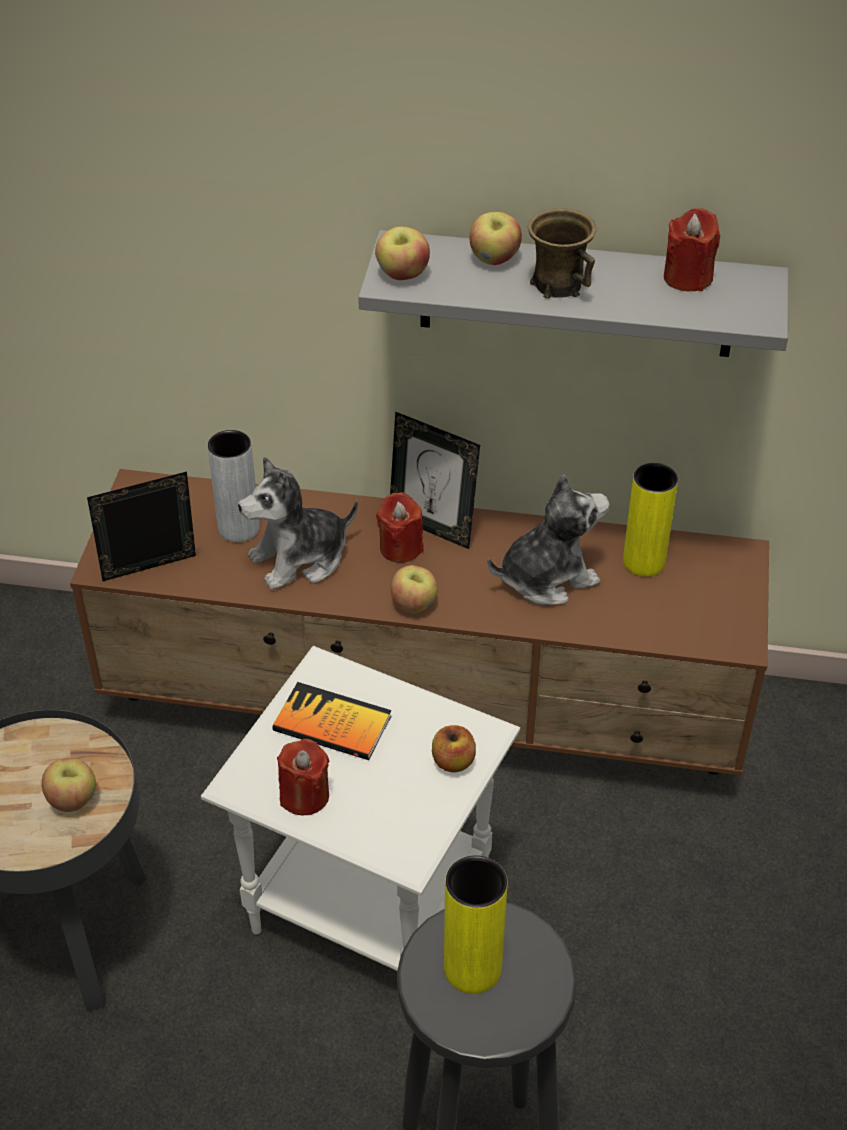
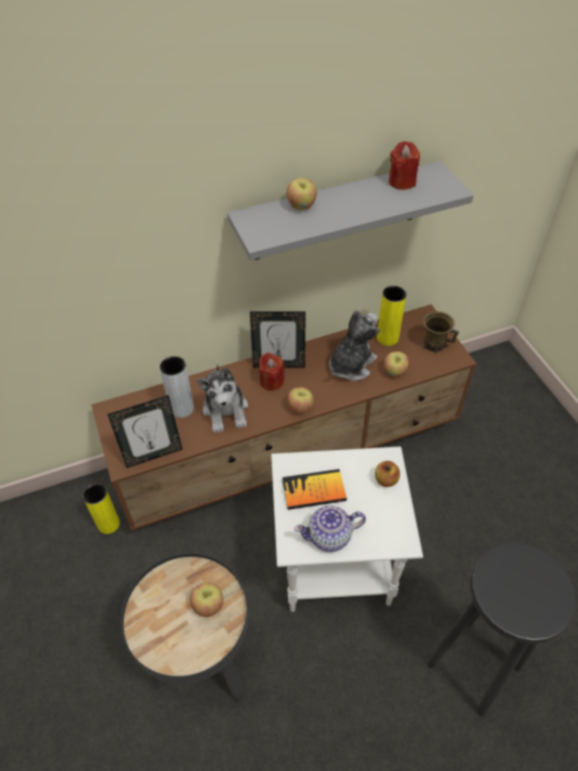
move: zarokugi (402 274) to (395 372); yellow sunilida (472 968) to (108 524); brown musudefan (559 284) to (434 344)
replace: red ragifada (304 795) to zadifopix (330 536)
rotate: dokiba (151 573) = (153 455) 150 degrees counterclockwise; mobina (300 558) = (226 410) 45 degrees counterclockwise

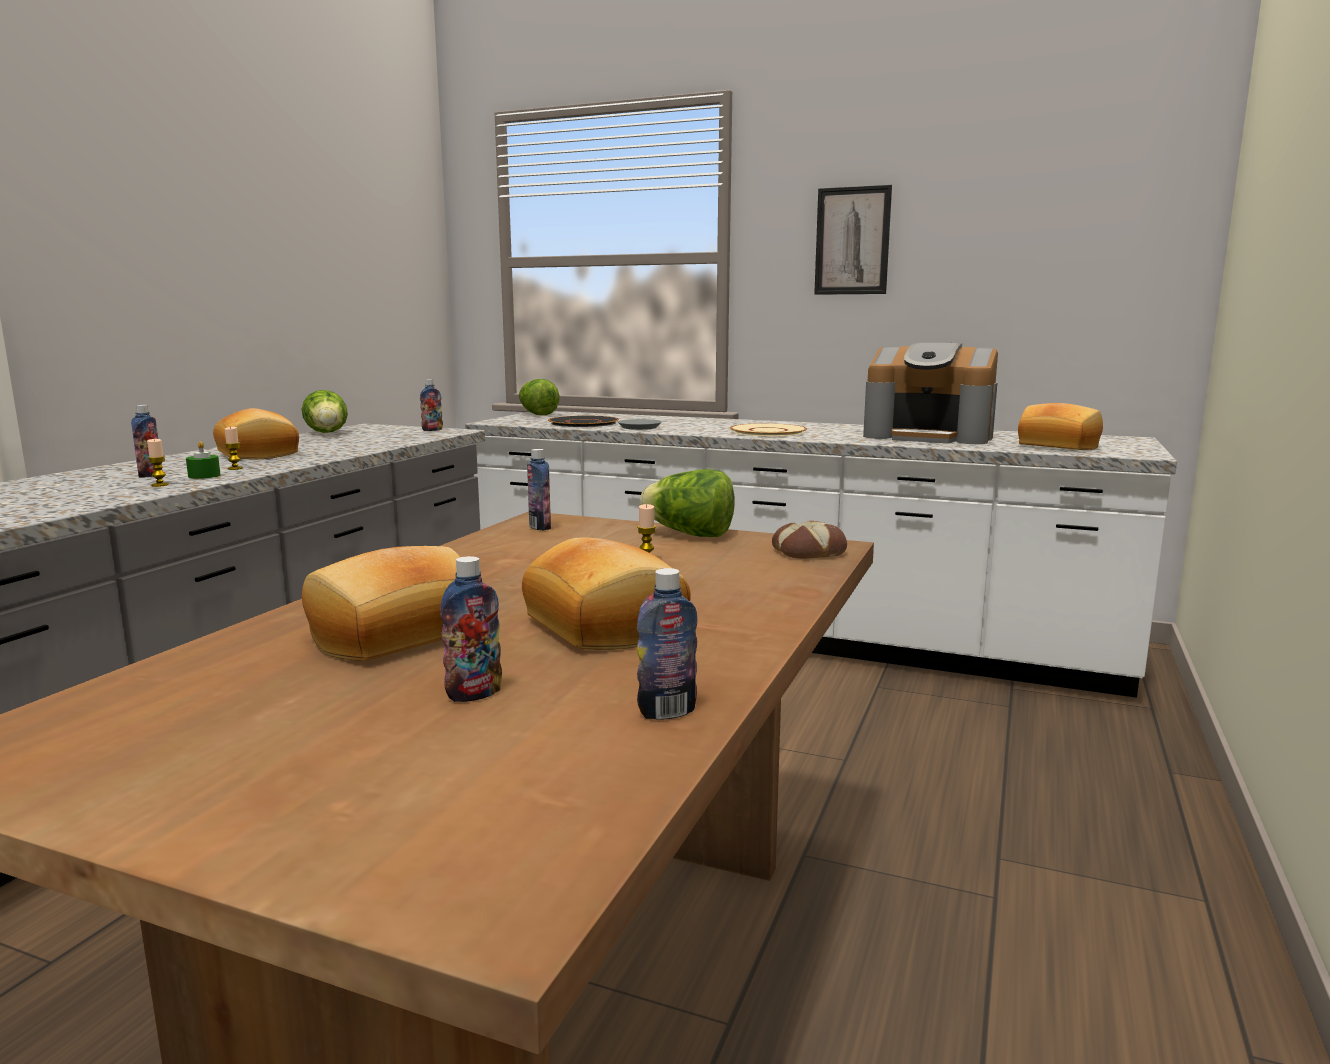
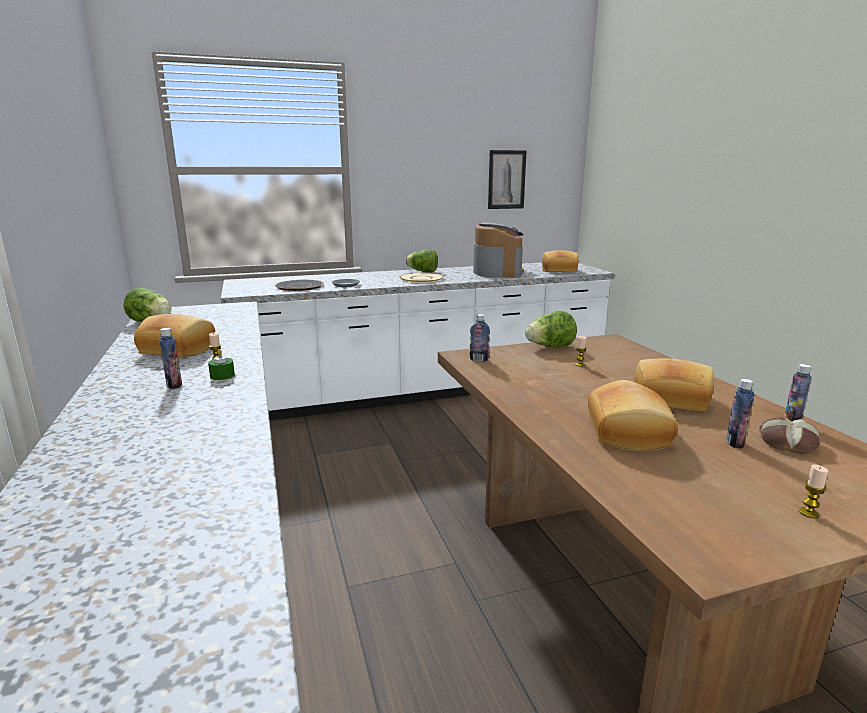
delete: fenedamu (432 430)
move: ragifada (160 485) to (808 513); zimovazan (537 414) to (423 272); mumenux (808 551) to (787 442); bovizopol (852 241) to (506 179)
rotate: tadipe (929 436) = (497 272) 75 degrees counterclockwise

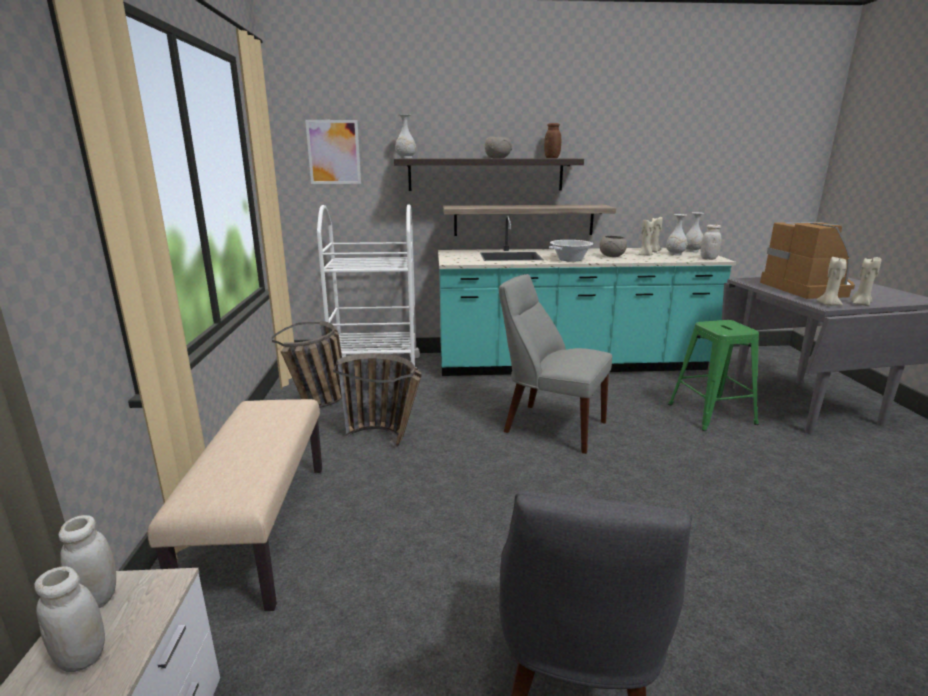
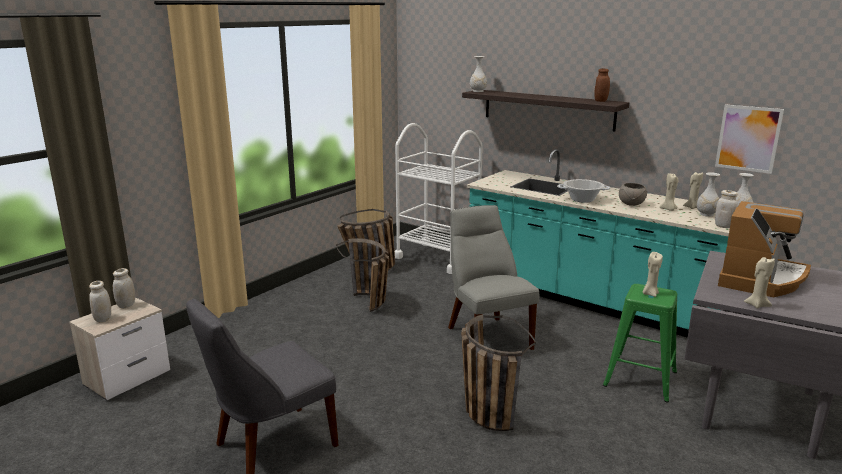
delete: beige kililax (260 529); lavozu (524 220); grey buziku (498 158)
insert: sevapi (484 408)
move: bovizopol (334 152) to (748 138); beige ragifada (828 304) to (650 294)

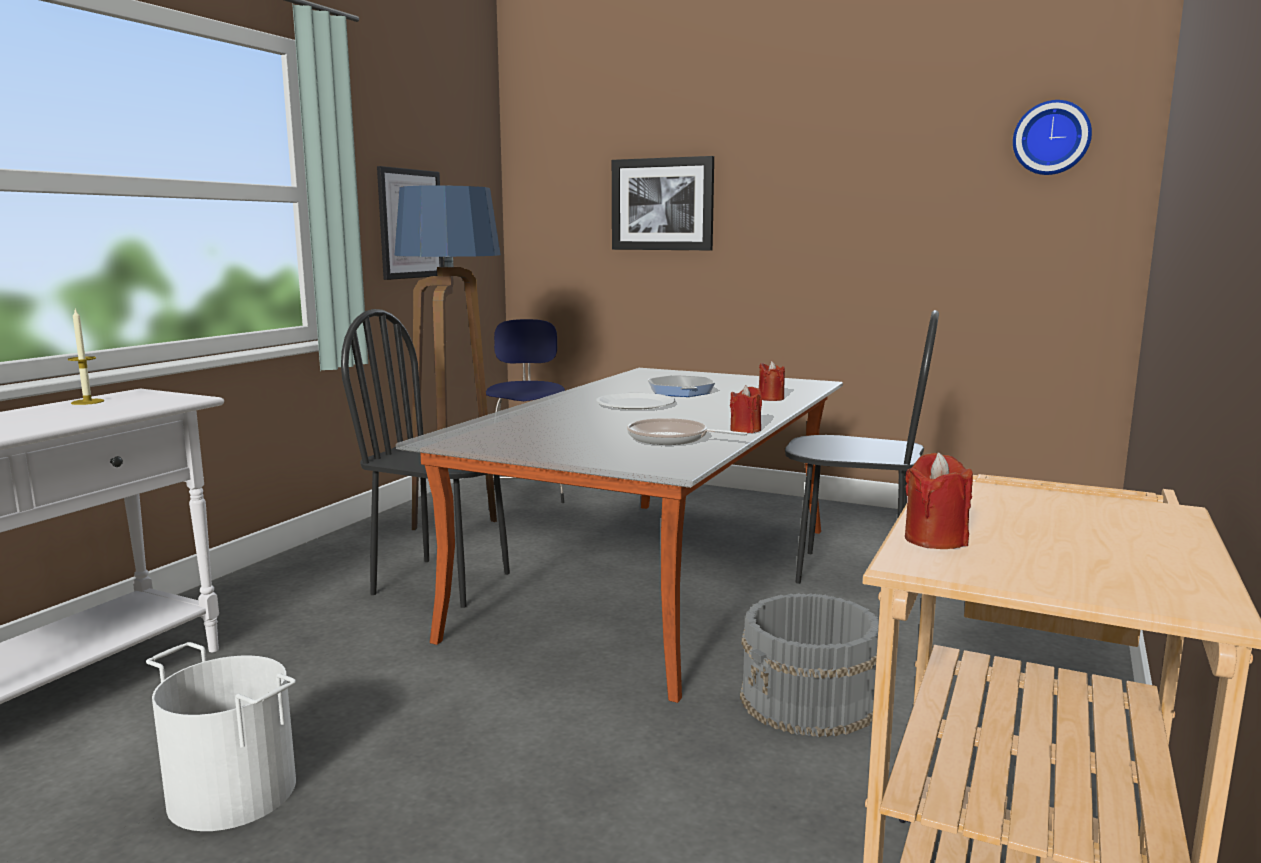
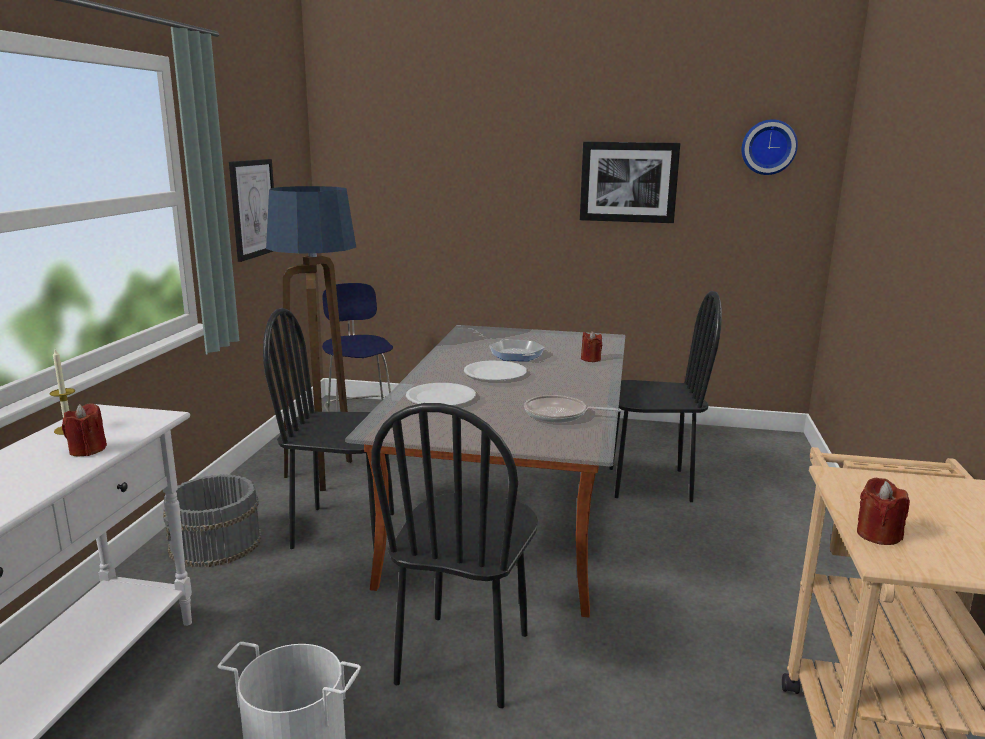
insert: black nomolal (465 658); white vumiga (441 397)
move: bovizopol (662 204) to (628 182); red ragifada (745 430) to (87 450); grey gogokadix (809 700) to (216 543)

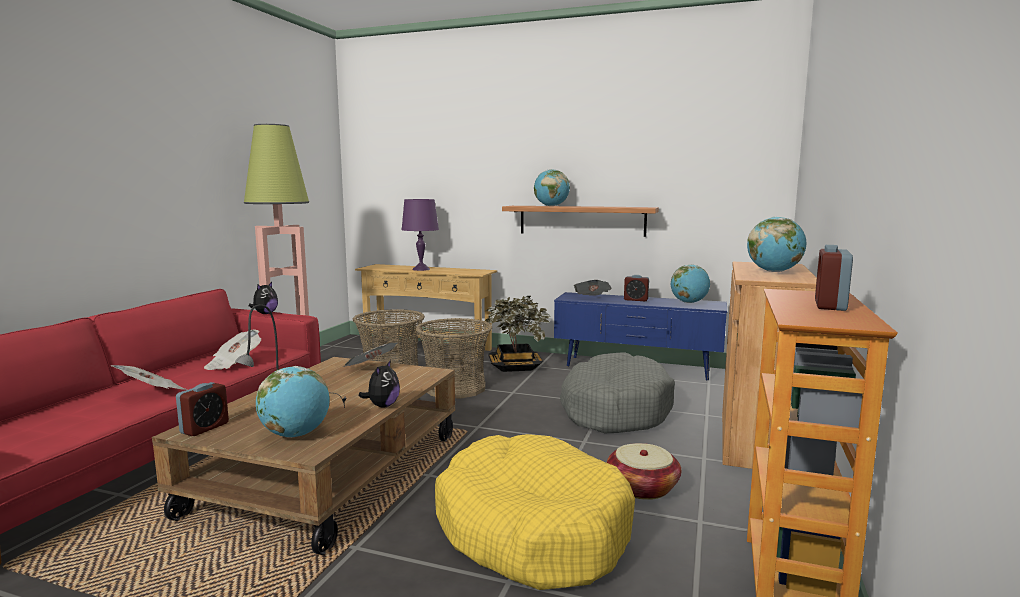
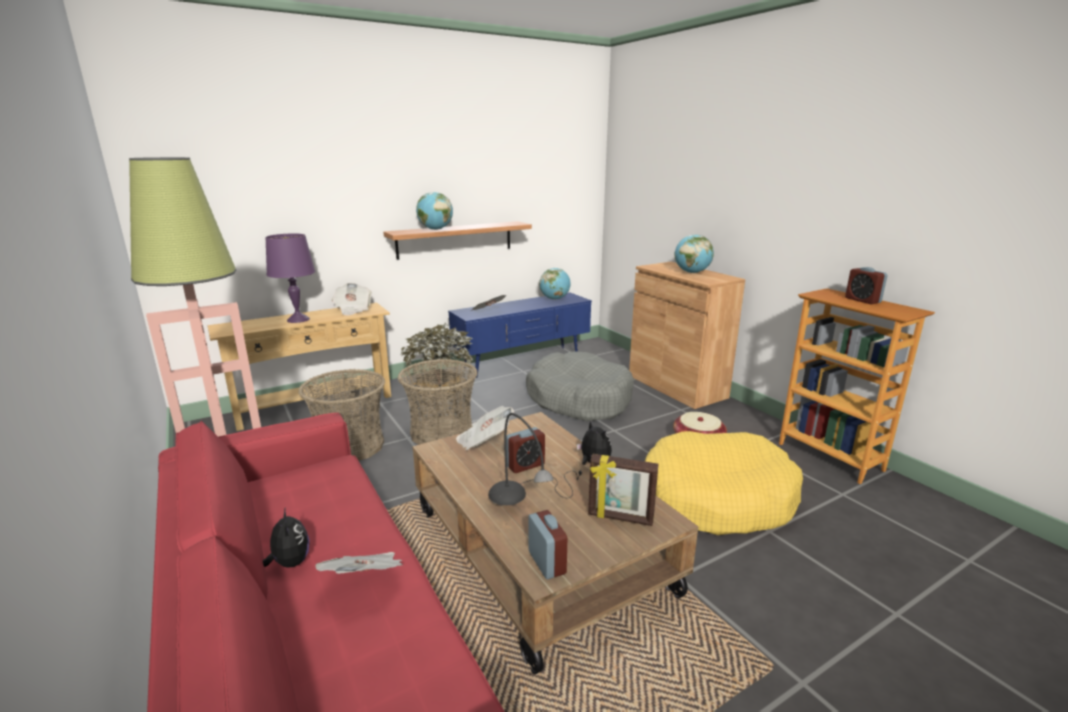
move: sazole (234 364) to (353 309); mobina (265 313) to (290 563); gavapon (636 300) to (525 465)
replace: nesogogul (296 435) to dokiba (620 518)

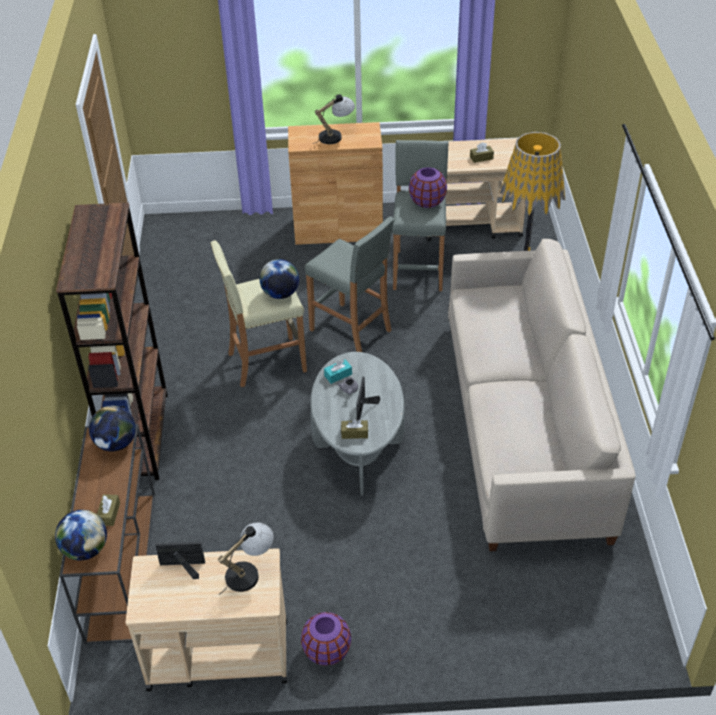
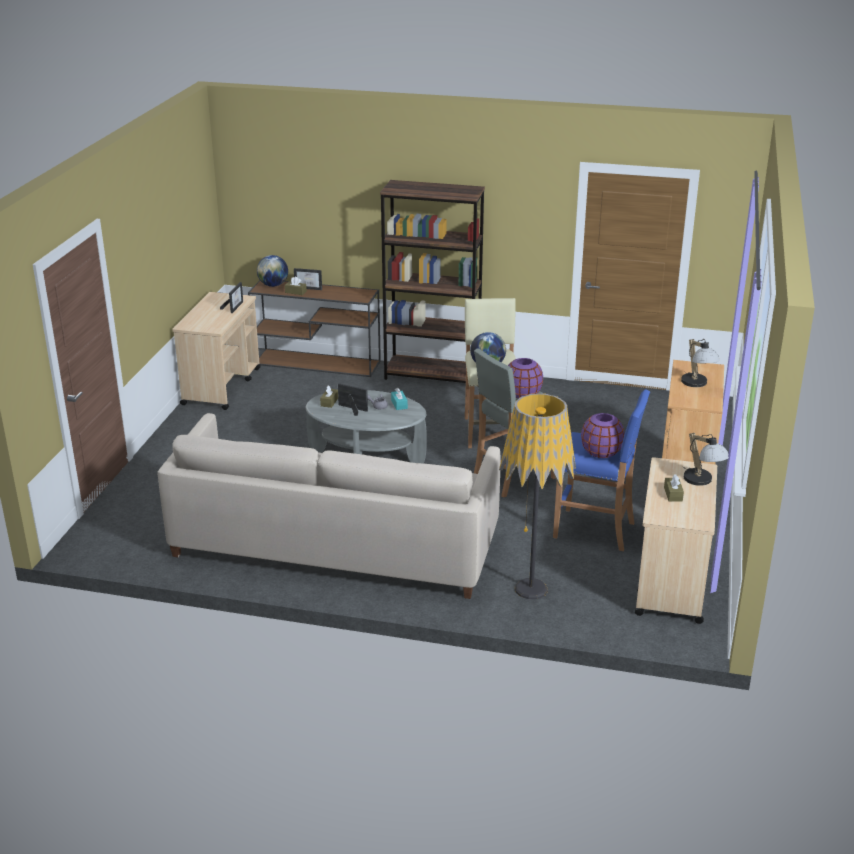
delete: nesogogul (116 443)
insert: dokiba (309 287)
move: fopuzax (249 572) to (702 482); purple sunilida (327 651) to (522 395)
recolor: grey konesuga (418 269) to blue konesuga (595 530)

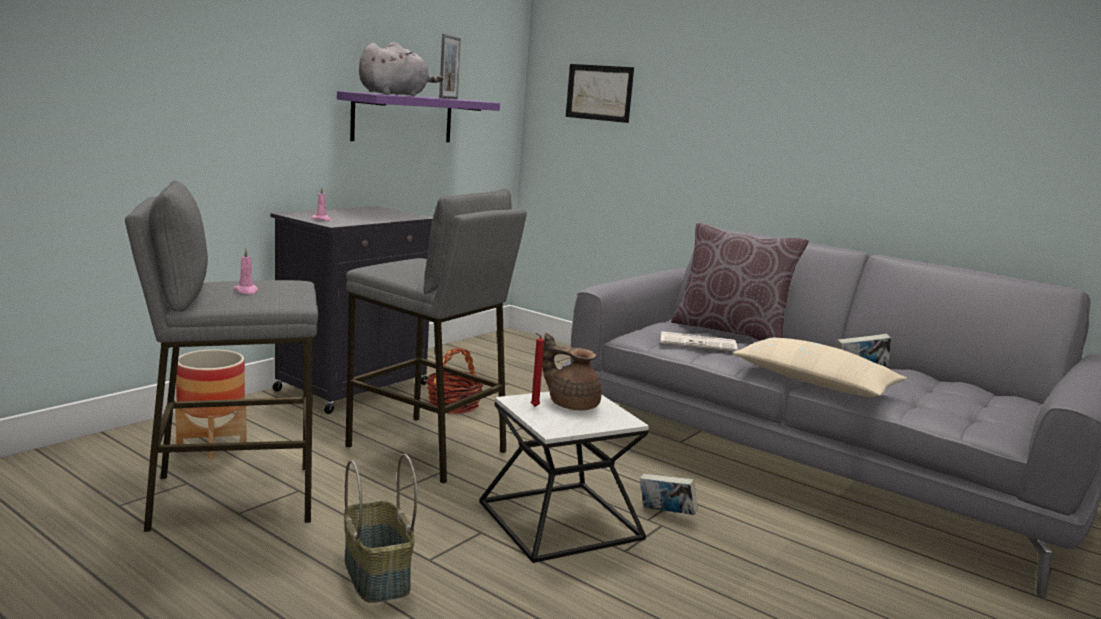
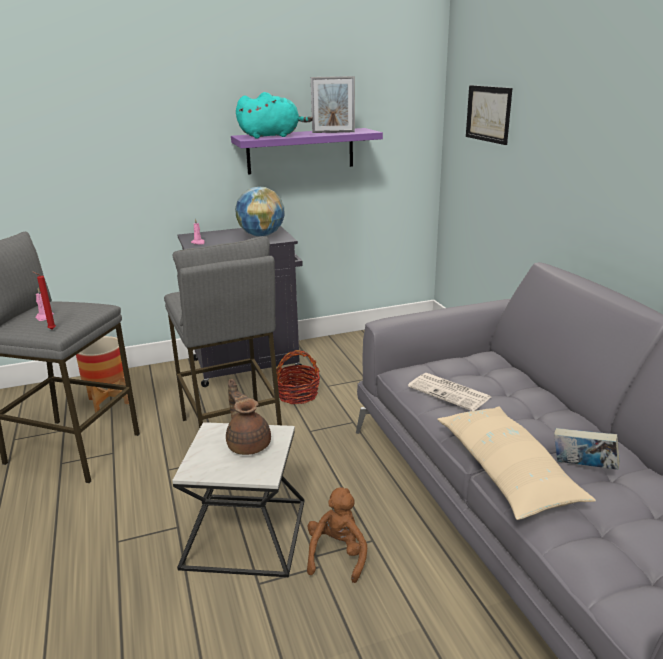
delete: sevapi (375 575); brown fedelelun (730 331)
insert: nesogogul (261 235)
move: red ragifada (533 407) to (50 329)
replace: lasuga (665 514) to brown mobina (337 555)
recolor: grey mobina (395 95) to turquoise mobina (272 136)
rotate: dokiba (448 98) = (333 132) 45 degrees clockwise

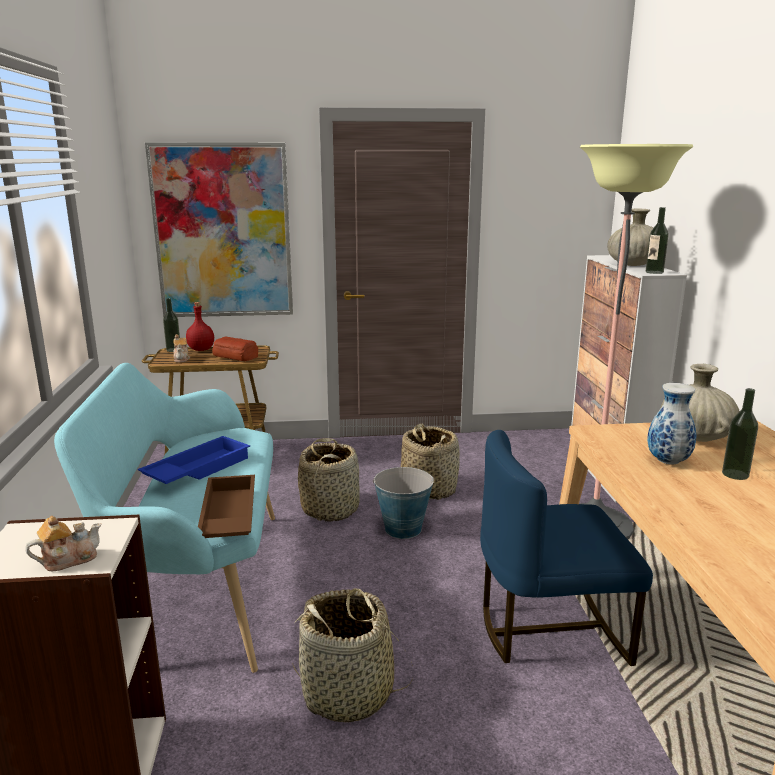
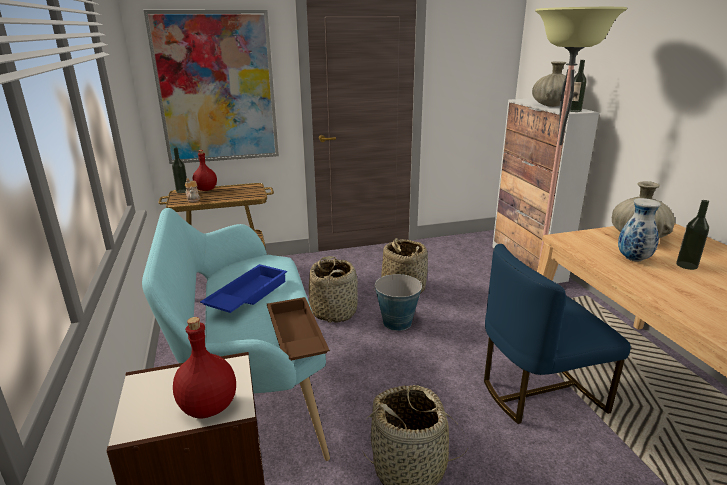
delete: mumenux (235 356)
replace: zadifopix (68 559) to red fenedamu (207 407)

